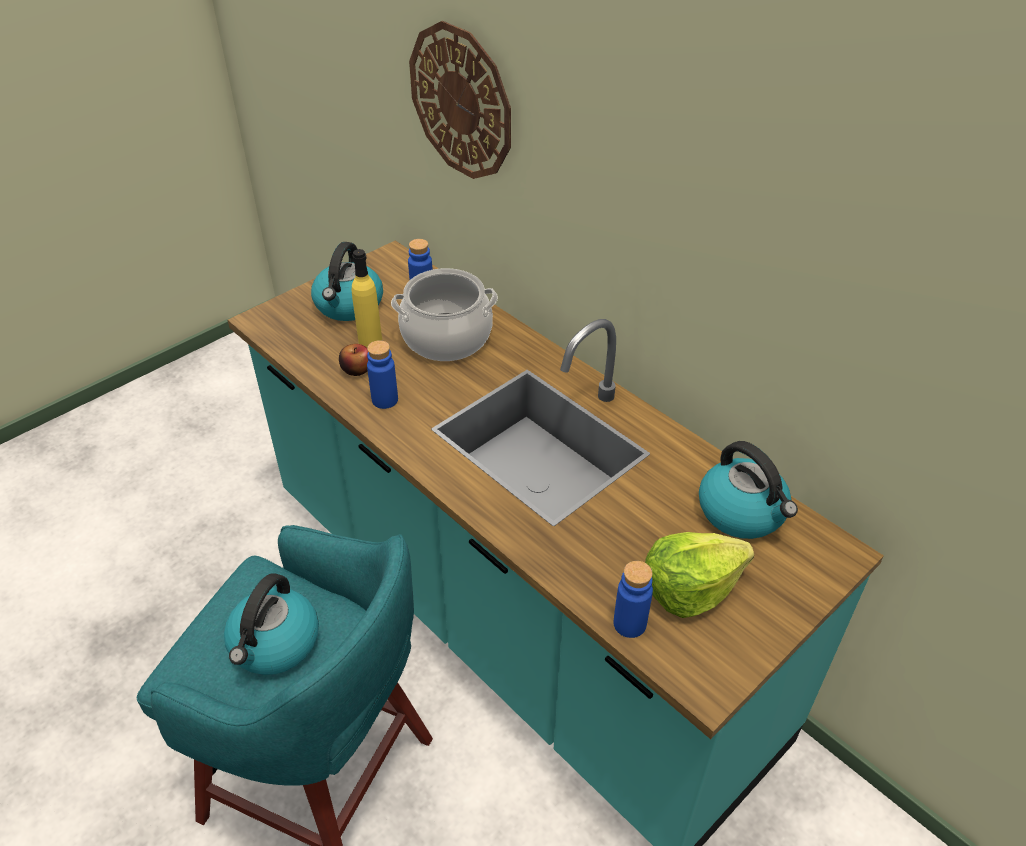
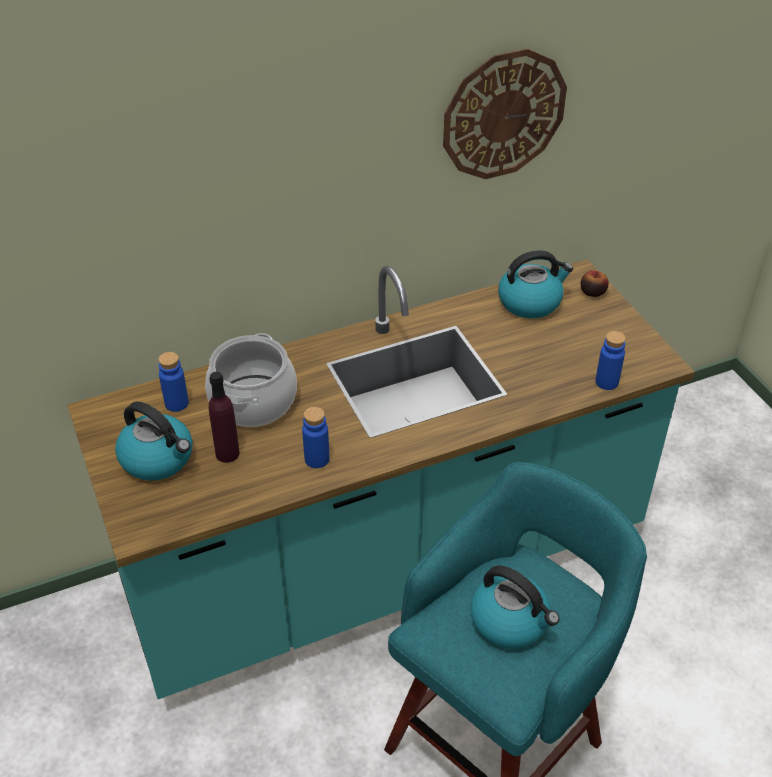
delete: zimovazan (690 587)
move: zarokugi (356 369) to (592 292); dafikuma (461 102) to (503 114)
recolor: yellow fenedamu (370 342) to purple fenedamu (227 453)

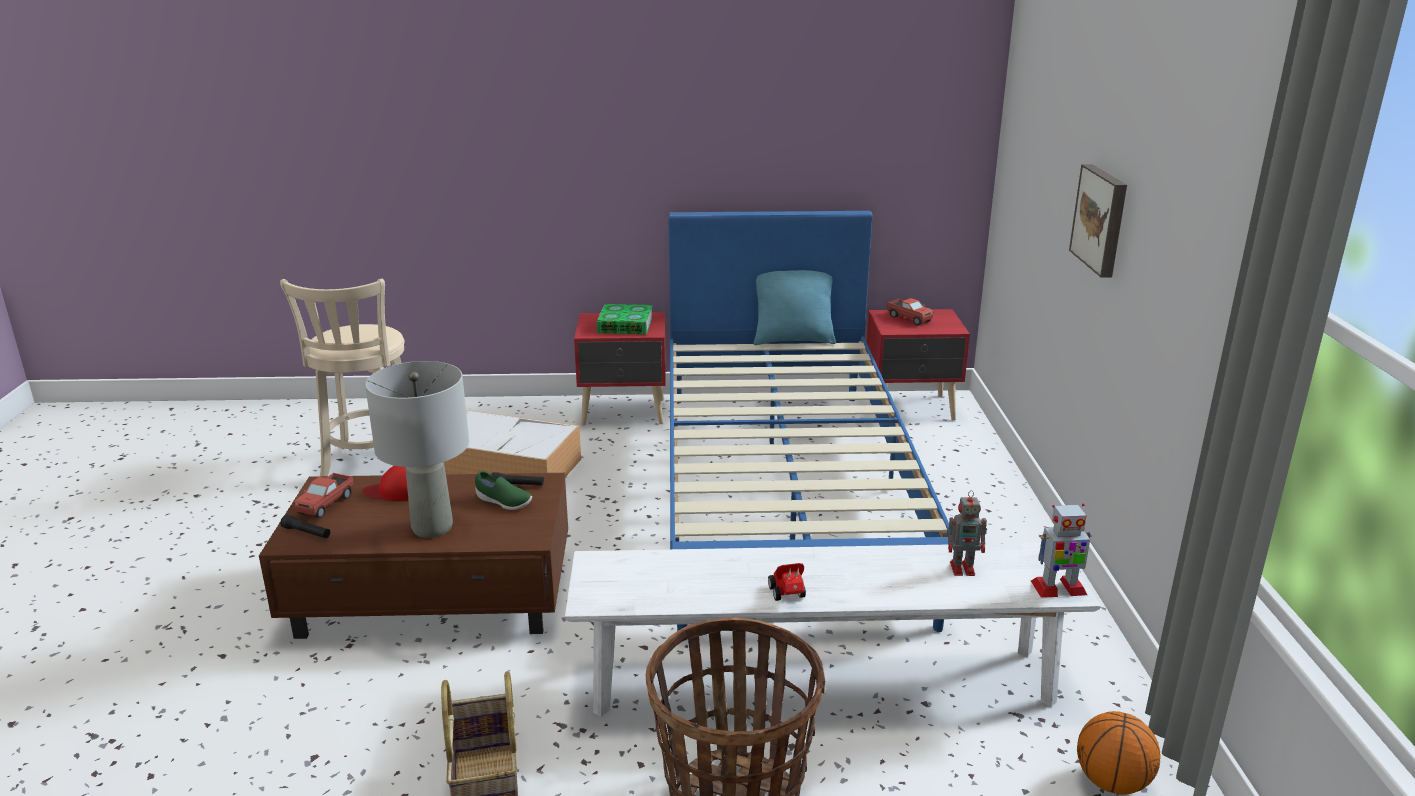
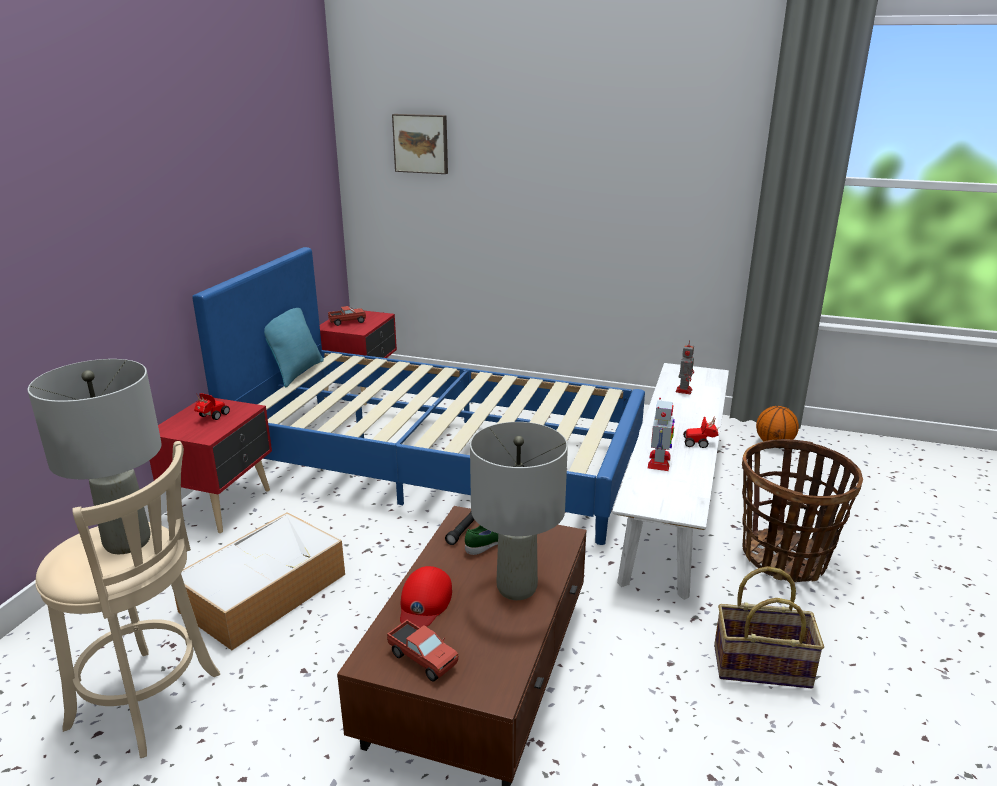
delete: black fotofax (307 533)
insert: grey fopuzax (127 542)
move: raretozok (1058 588) to (659 462); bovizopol (1102 219) to (421 143)
replace: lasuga (625 325) to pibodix (211 417)

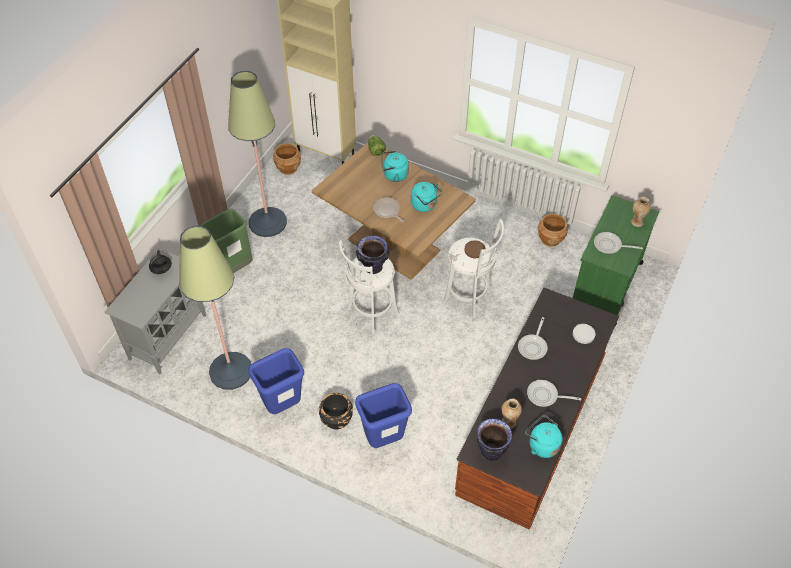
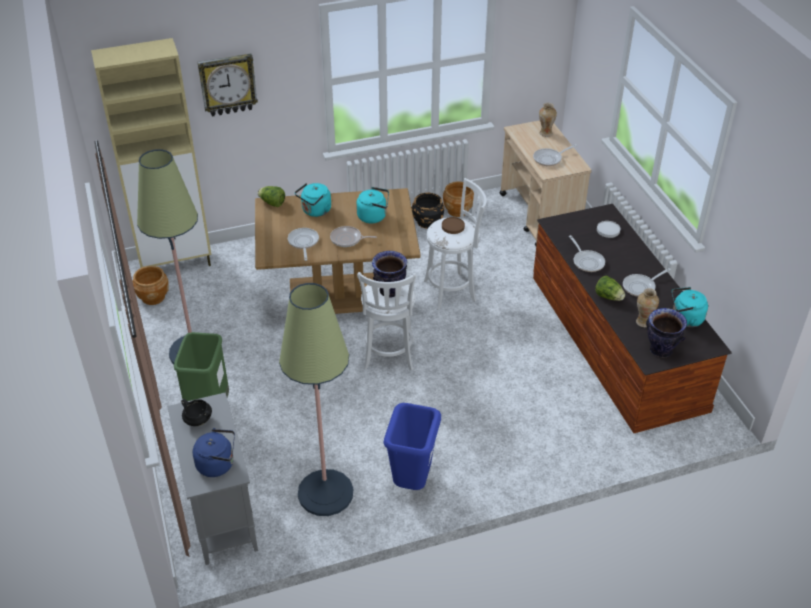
delete: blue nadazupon (384 439)
insert: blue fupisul (218 464); dafikuma (228 84); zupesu (303 243); zimovazan (608 297)
move: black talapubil (337 419) to (427 222)
recolor: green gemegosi (605 286) to beige gemegosi (539 216)

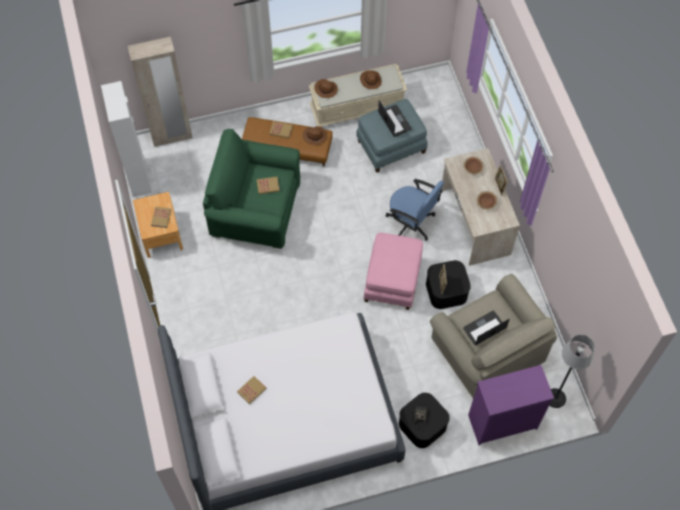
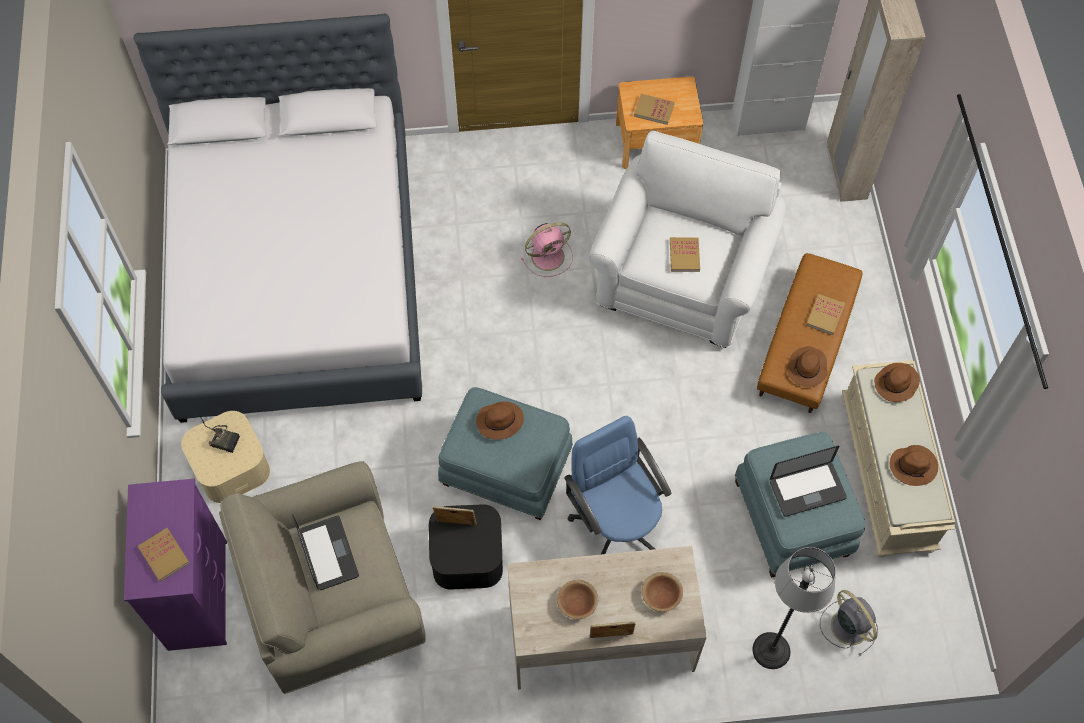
insert: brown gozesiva (499 422); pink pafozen (549 256); grey pafozen (848 625)
move: lasuga (251 390) to (164 555); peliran (555 398) to (771 650)
recolor: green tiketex (255 209) to white tiketex (682 277); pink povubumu (393 280) to blue povubumu (505 469); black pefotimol (422 425) to beige pefotimol (231 466)
rotate: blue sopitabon (411 223) = (616 522) 105 degrees clockwise

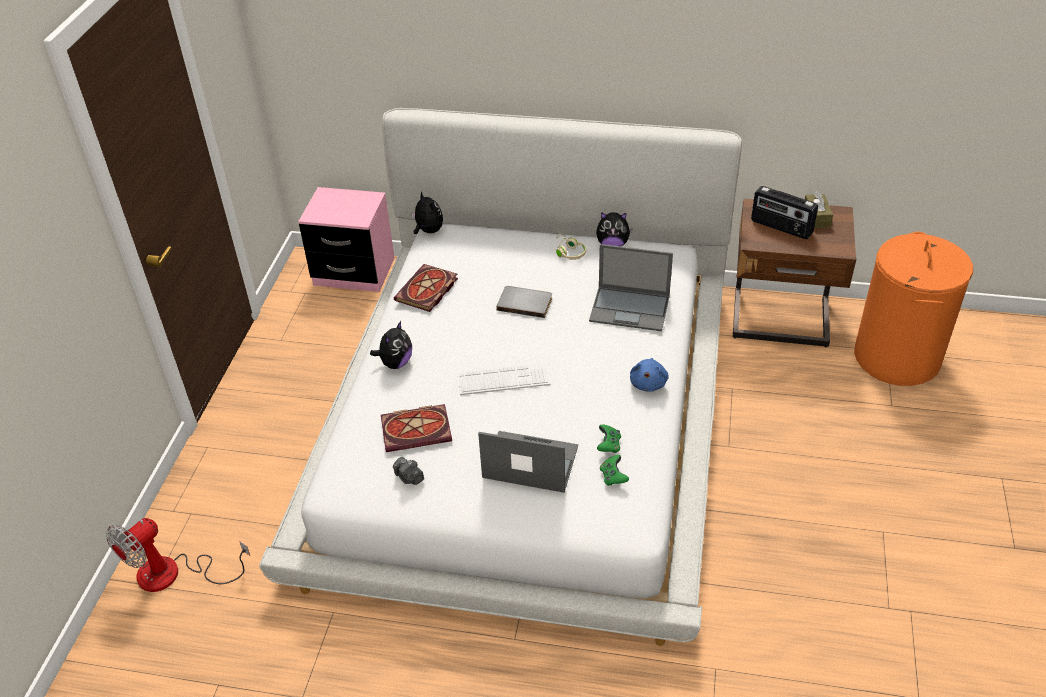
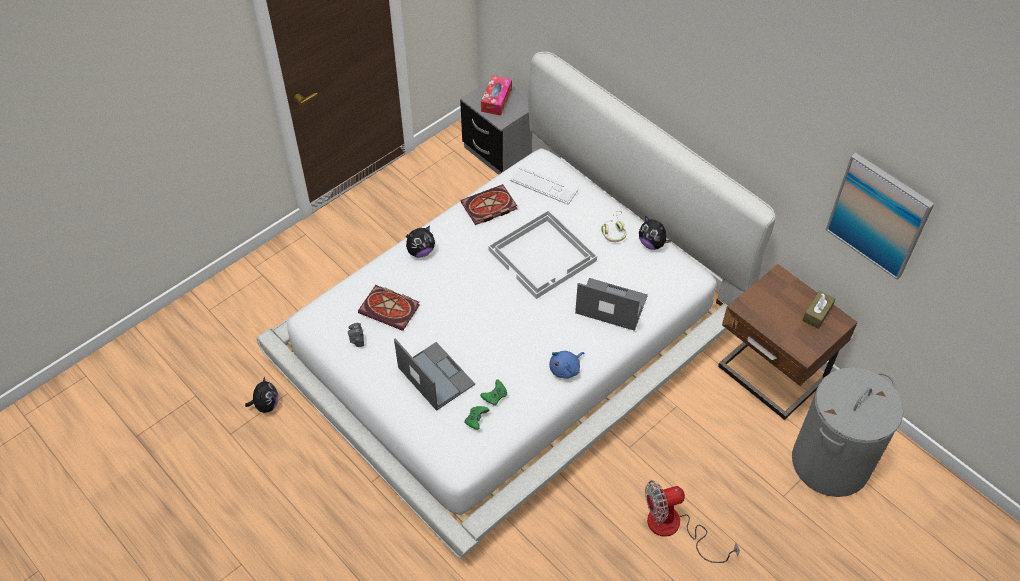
delete: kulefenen (781 227)
insert: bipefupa (496 100); bovizopol (879 215)
move: pafozen (173 574) to (674 528); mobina (428 231) to (266 405); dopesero (503 380) to (543 185)
replace: grey lasuga (525 302) to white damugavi (543 255)
recolor: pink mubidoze (354 272) to grey mubidoze (499 151); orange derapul (897 358) to grey derapul (830 463)
rotate: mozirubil (630 308) = (610 304) 150 degrees clockwise

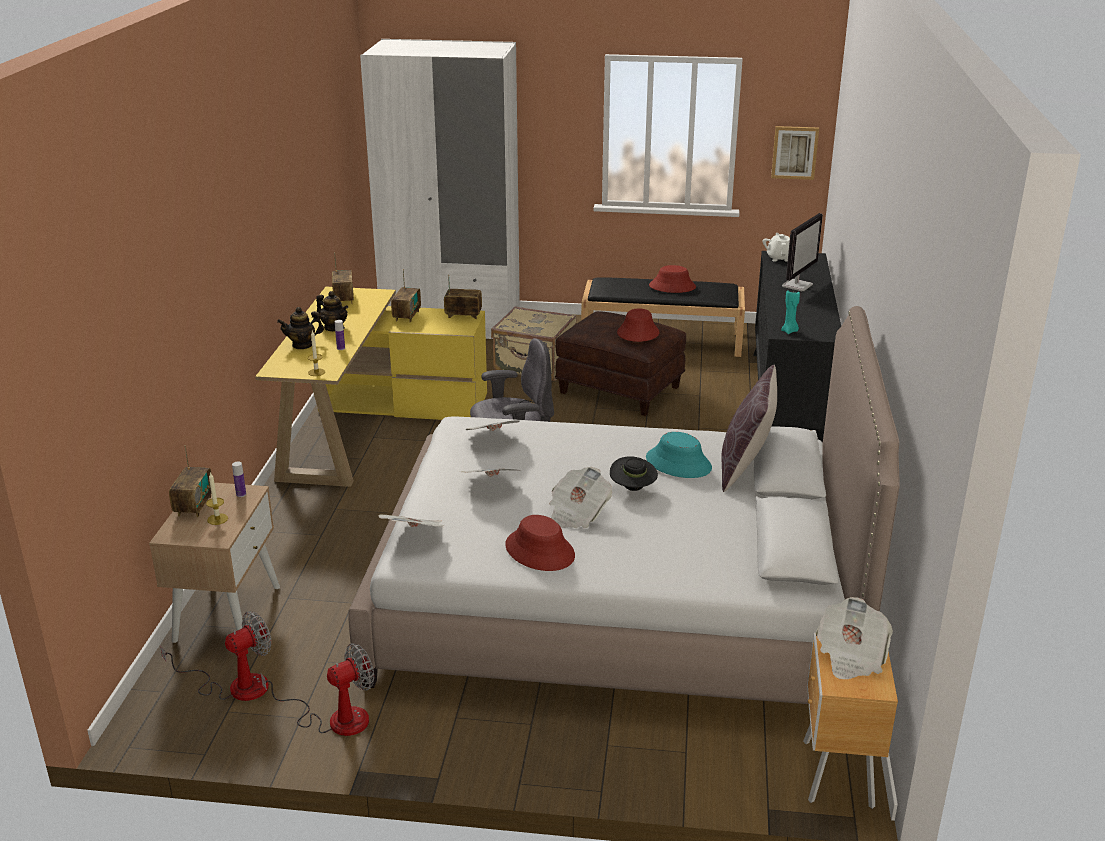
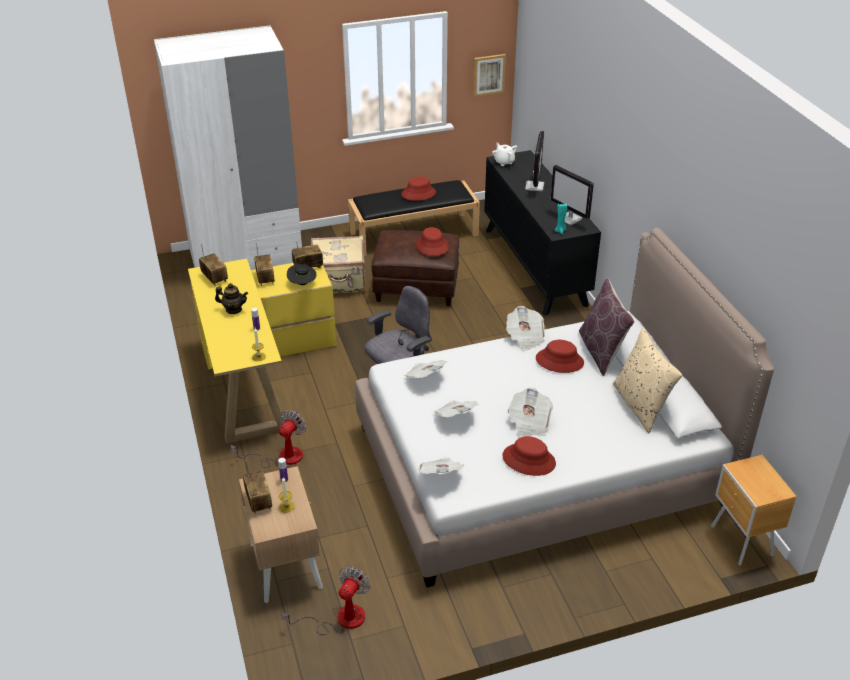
delete: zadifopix (302 345)
insert: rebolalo (570 219); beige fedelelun (641 405)
move: pafozen (335 719) to (281 457); black gozesiva (633 488) to (302 283); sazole (850 656) to (525 337)
recolor: turquoise gozesiva (678 463) to red gozesiva (559 361)

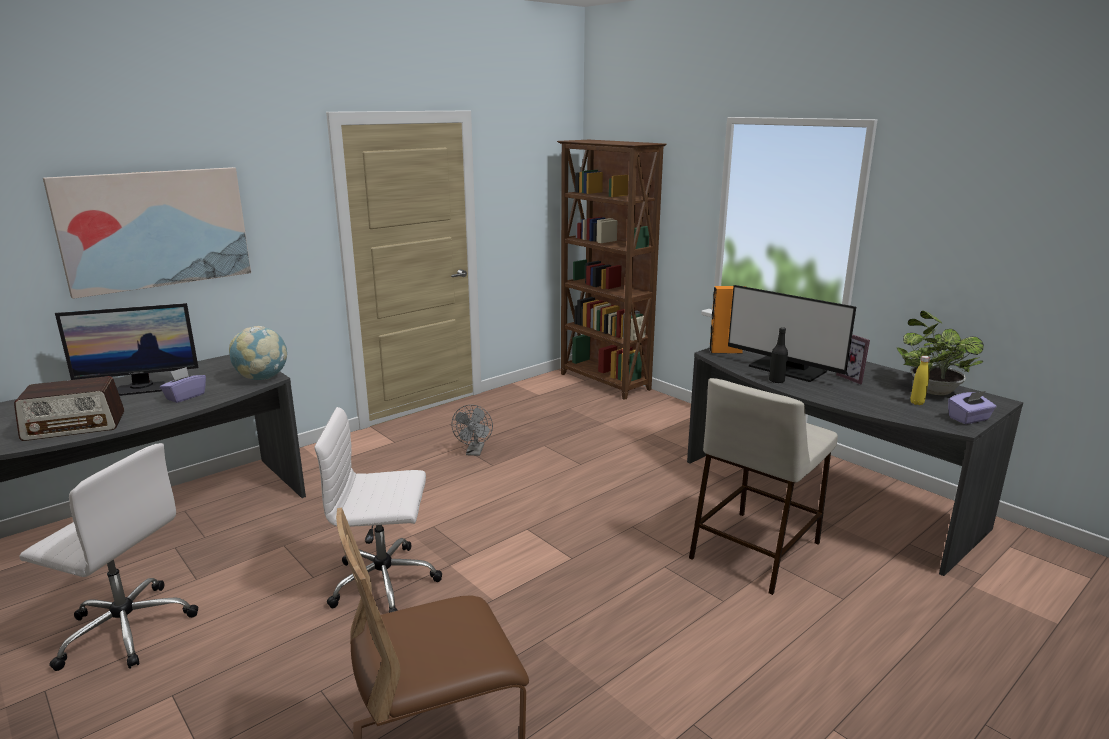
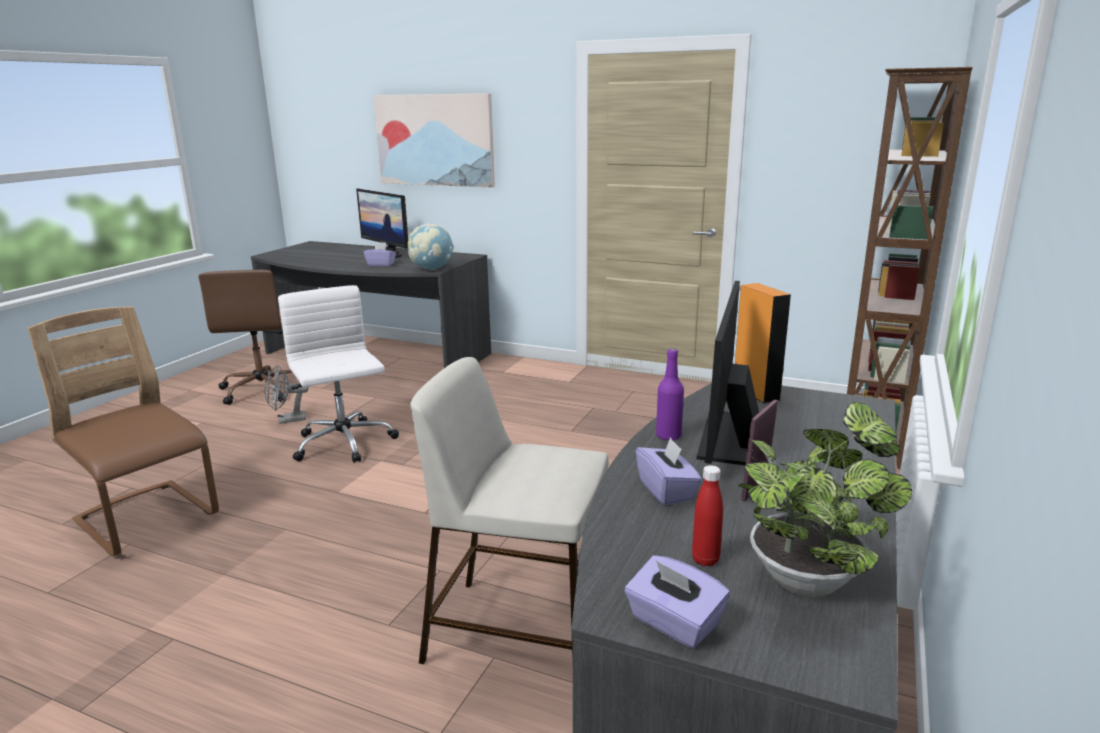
delete: kulefenen (75 426)
insert: purple bipefupa (667 490)
move: grey pafozen (474 452) to (287 420)
recolor: white sopitabon (125 628) to brown sopitabon (263 389); black fenedamu (776 381) to purple fenedamu (668 436); yellow fenedamu (917 403) to red fenedamu (705 560)

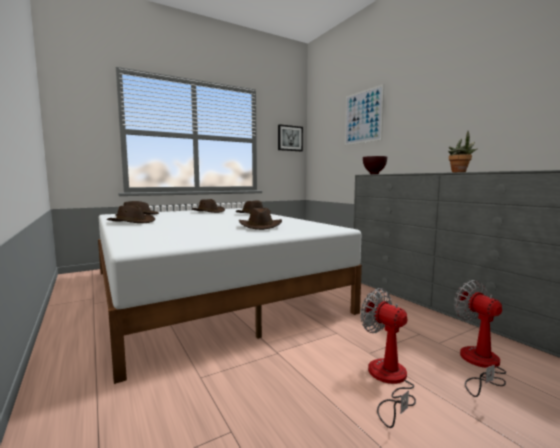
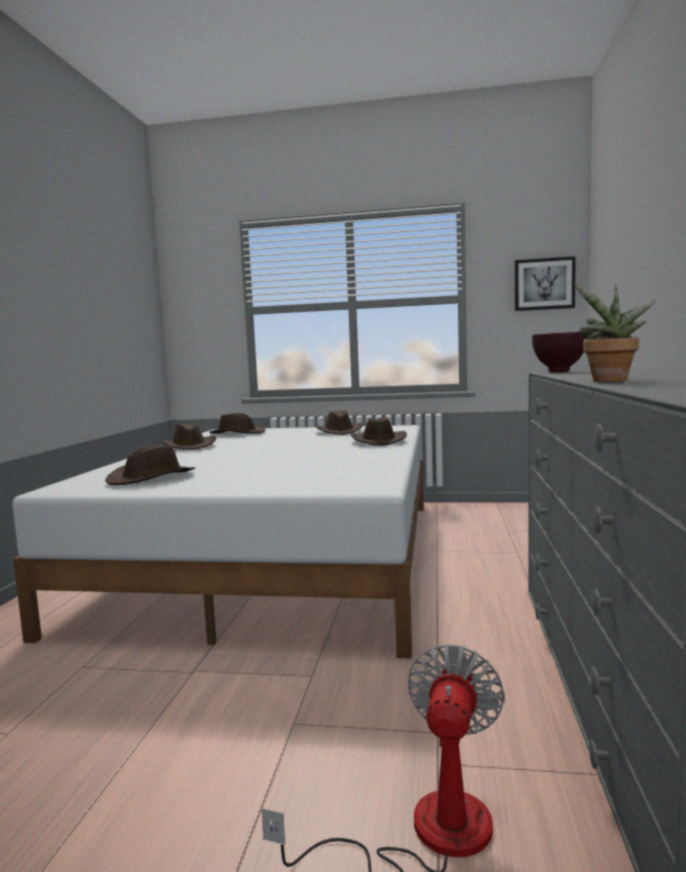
delete: bovizopol (363 117); pafozen (388 381)
move: brown gozesiva (260 226) to (152 478)

